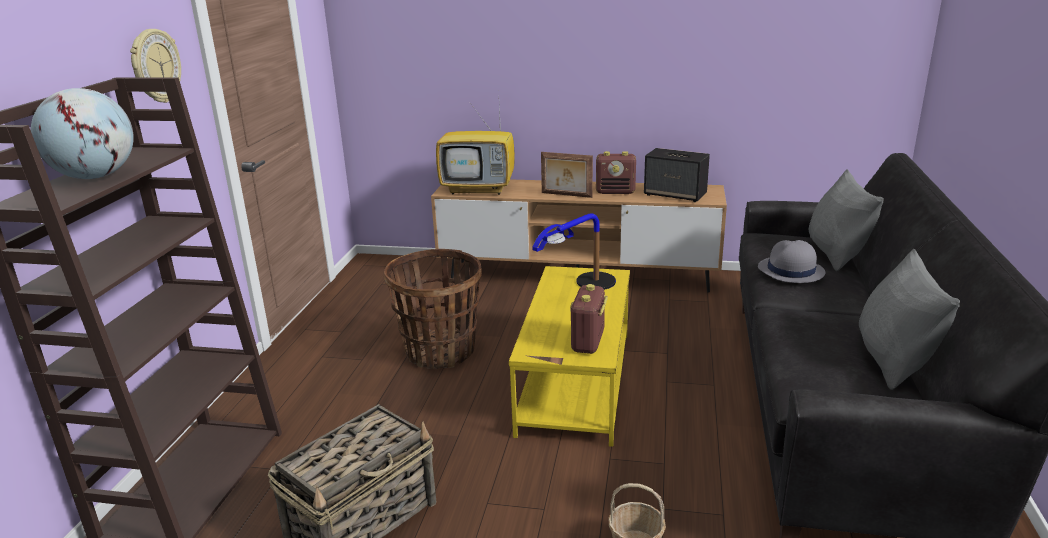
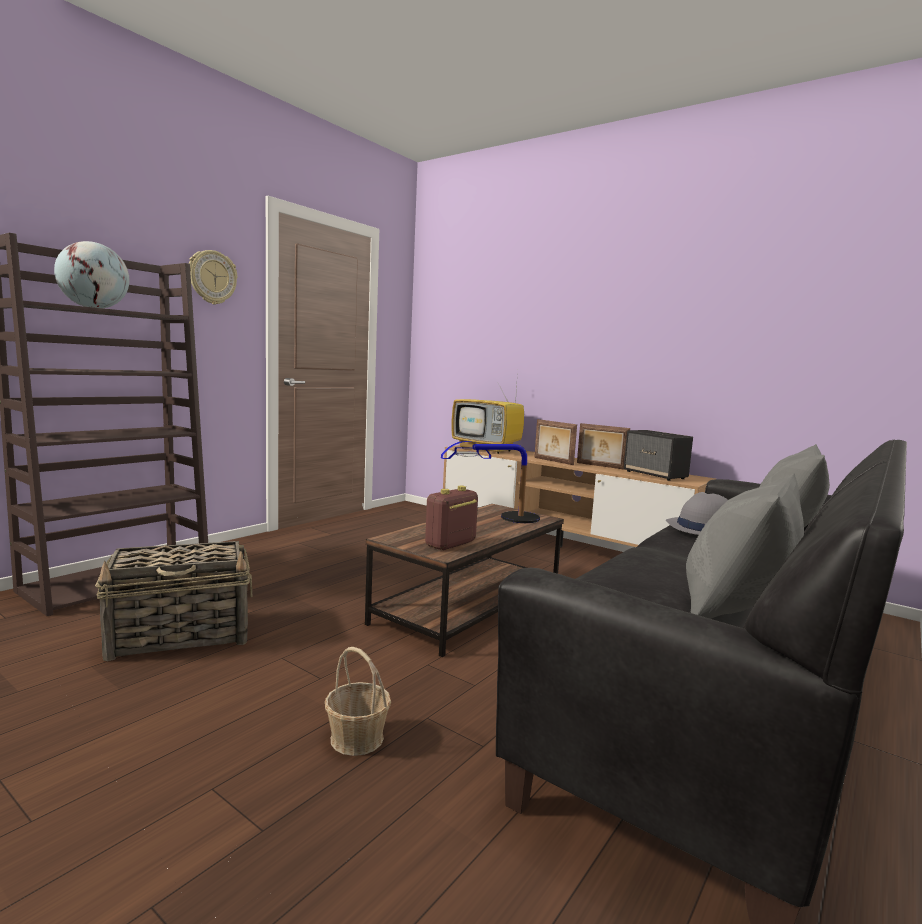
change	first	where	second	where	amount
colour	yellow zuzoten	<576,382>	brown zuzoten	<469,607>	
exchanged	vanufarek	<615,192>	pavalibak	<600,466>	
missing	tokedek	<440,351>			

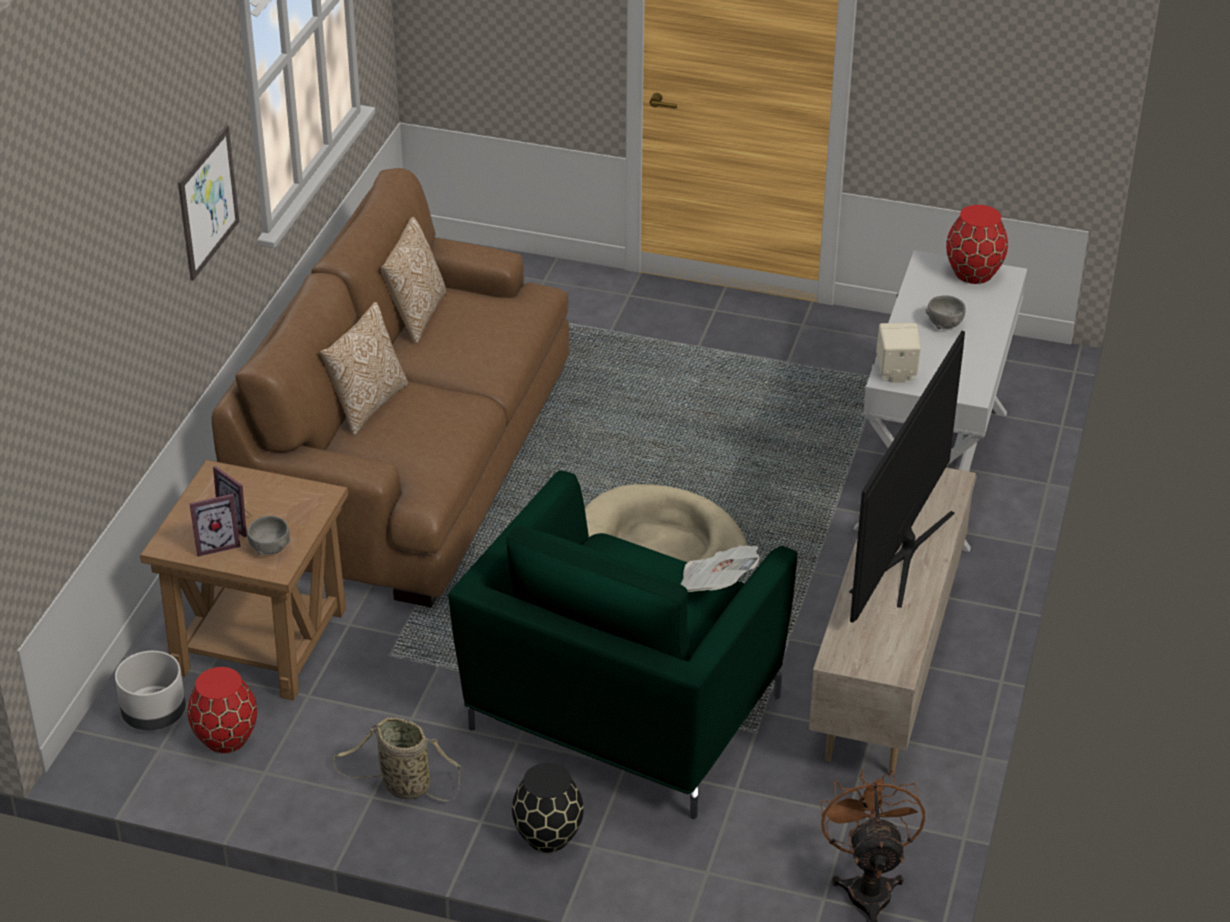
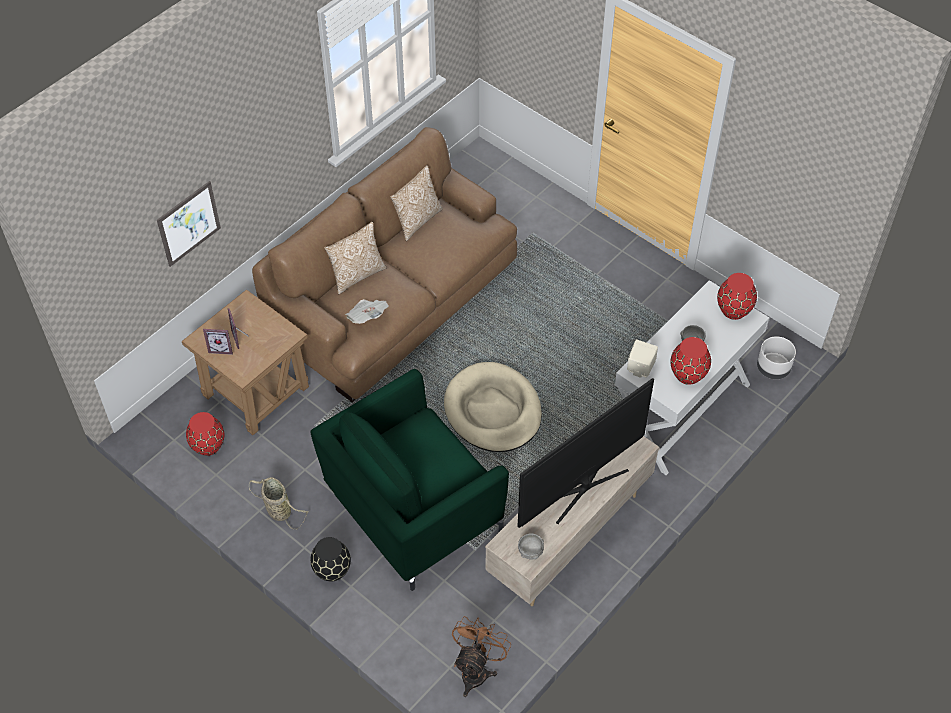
change	first	where	second	where	amount
relocated	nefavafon	<208,202>		<189,223>	
relocated	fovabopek	<716,585>		<367,317>	
relocated	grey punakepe	<270,548>		<530,551>	
appeared			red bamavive	<687,375>	
relocated	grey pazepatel	<154,714>		<773,368>	

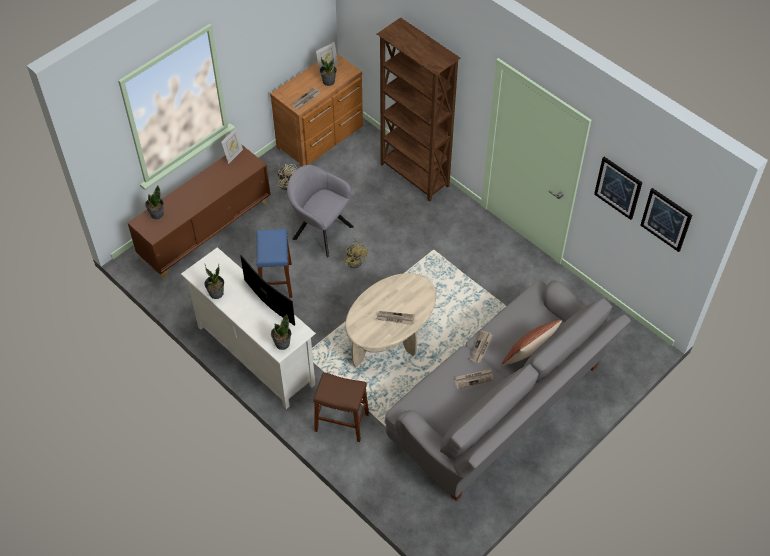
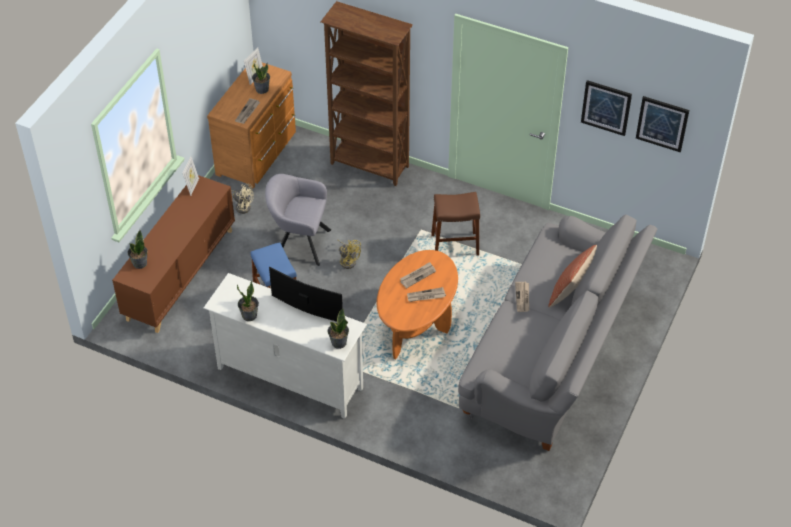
change	first	where	second	where	amount
colour	beige zuzoten	<390,337>	orange zuzoten	<417,322>	
relocated	fovabopek	<473,379>		<417,275>	
relocated	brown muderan	<341,422>		<455,245>	

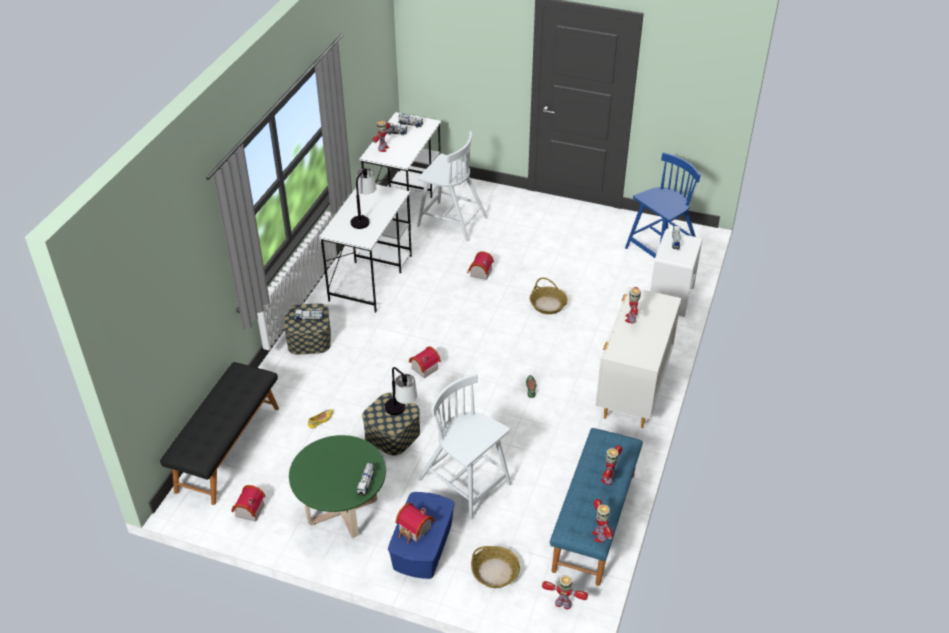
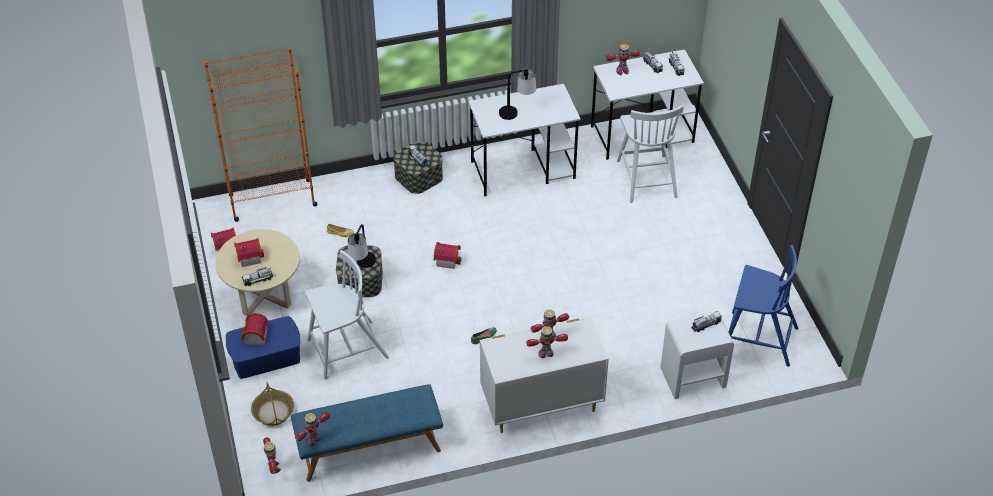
change	first	where	second	where	amount
exchanged	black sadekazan	<227,448>	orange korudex	<272,200>	
colour	green zuzoten	<342,511>	beige zuzoten	<263,295>	
relocated	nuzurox	<479,273>		<248,257>	
spun	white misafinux	<466,483>		<346,350>	60 degrees clockwise
relocated	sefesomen	<608,478>		<546,354>	
missing	tokedek	<548,305>			

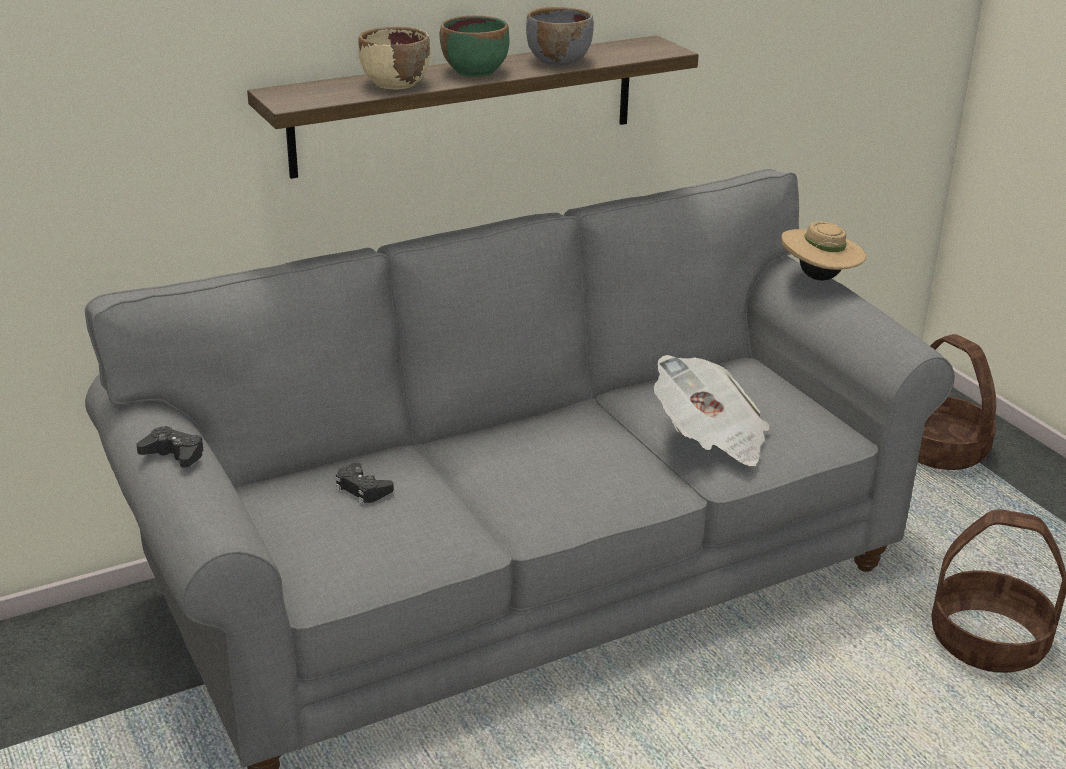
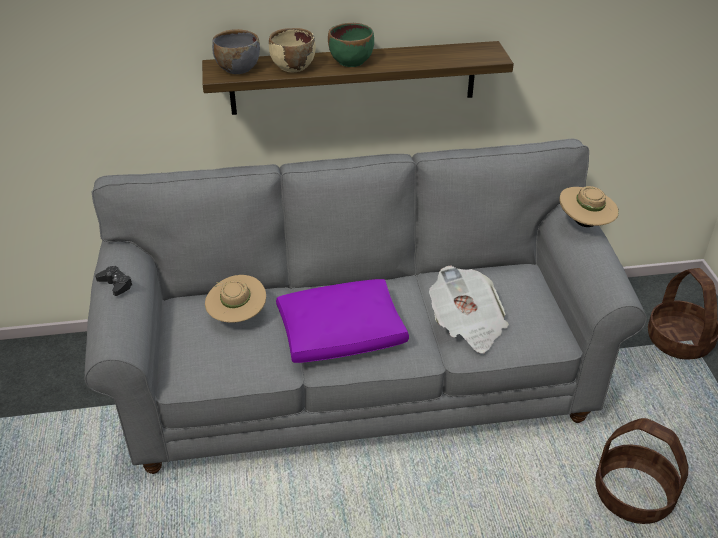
change	first	where	second	where	amount
exchanged	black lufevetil	<362,489>	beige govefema	<237,316>	
relocated	grey punakepe	<558,60>		<237,68>	
appeared			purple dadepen	<342,333>	

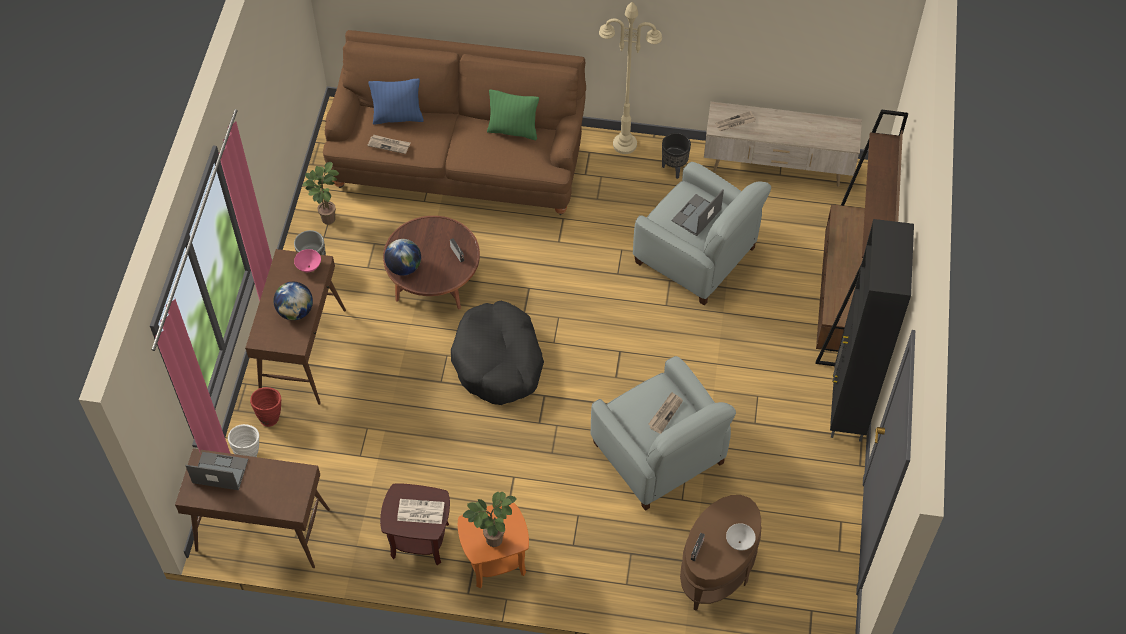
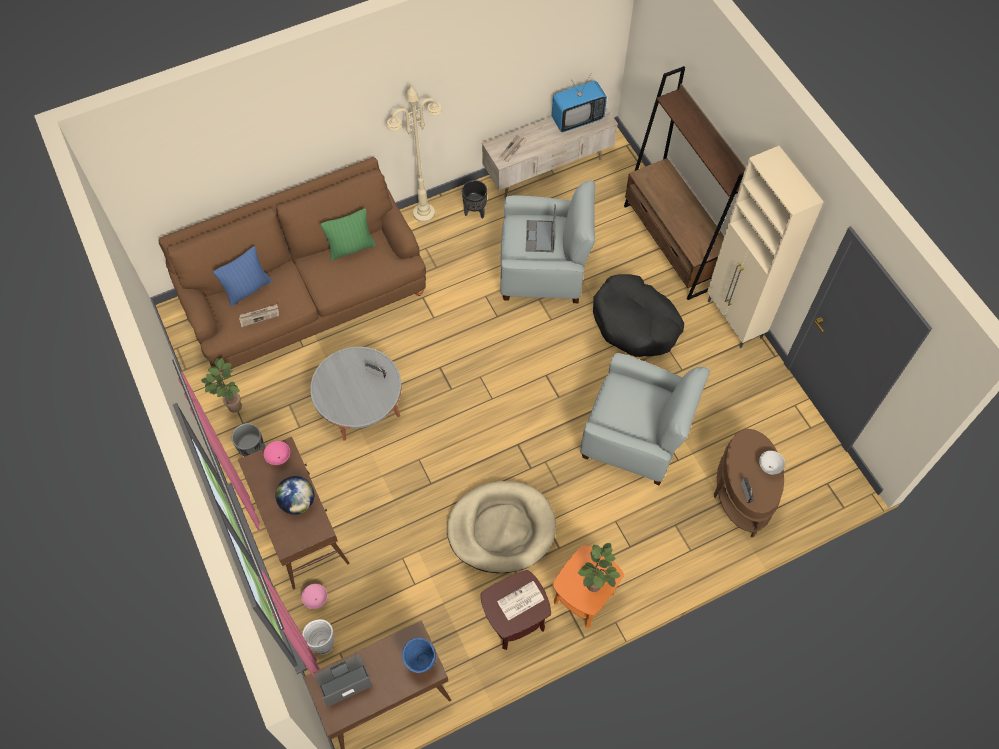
change	first	where	second	where	amount
exchanged	red bamavive	<270,416>	pink punakepe	<315,599>	
colour	brown zuzoten	<434,278>	grey zuzoten	<360,404>	
appeared			blue bamavive	<421,664>	
appeared			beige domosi	<501,529>	
appeared			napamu	<577,119>	
relocated	black domosi	<498,361>		<635,323>	
colour	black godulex	<847,409>	beige godulex	<734,320>	
missing	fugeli	<404,267>			
missing	fovabopek	<665,413>			

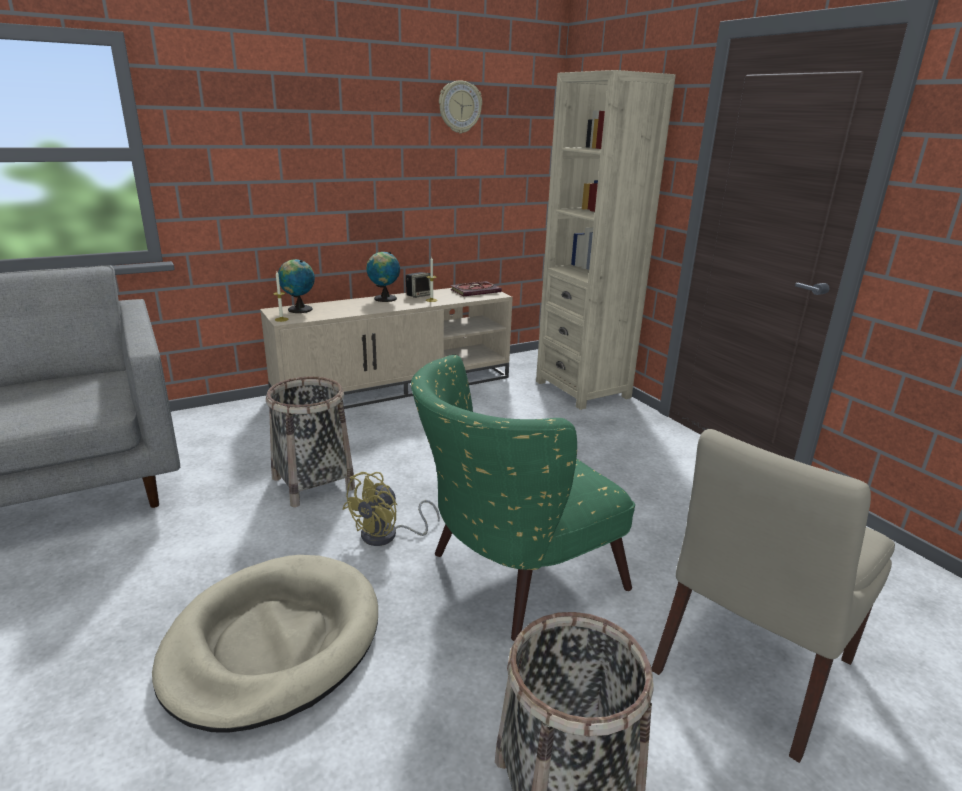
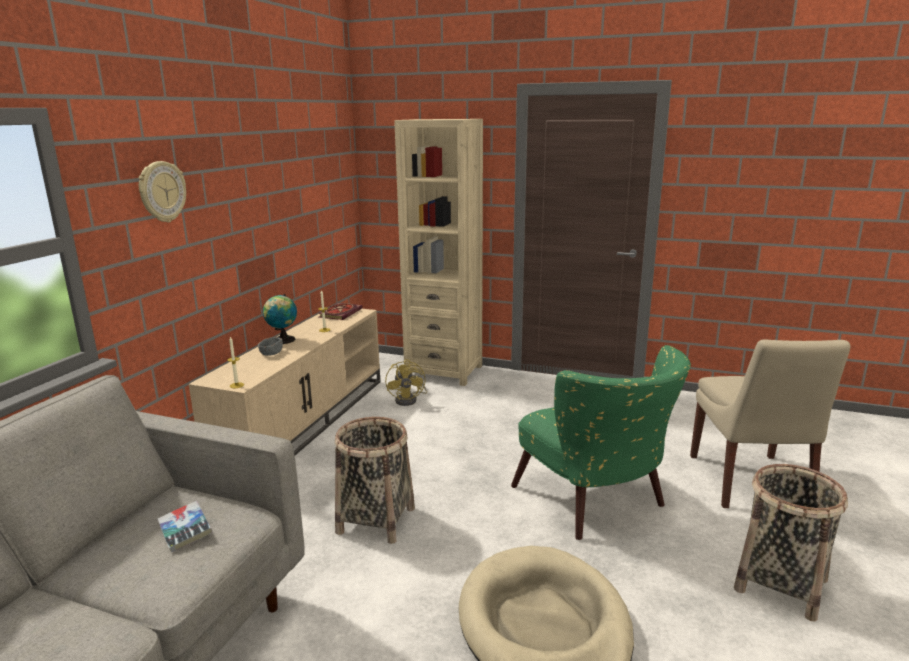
change	first	where	second	where	amount
relocated	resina	<459,107>		<161,192>	
appeared			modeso	<185,531>	
appeared			grey punakepe	<271,353>	
relocated	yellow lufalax	<387,535>		<409,400>	
spun	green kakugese	<510,577>		<597,504>	45 degrees counterclockwise
missing	fugeli	<298,309>			
missing	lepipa	<418,295>			

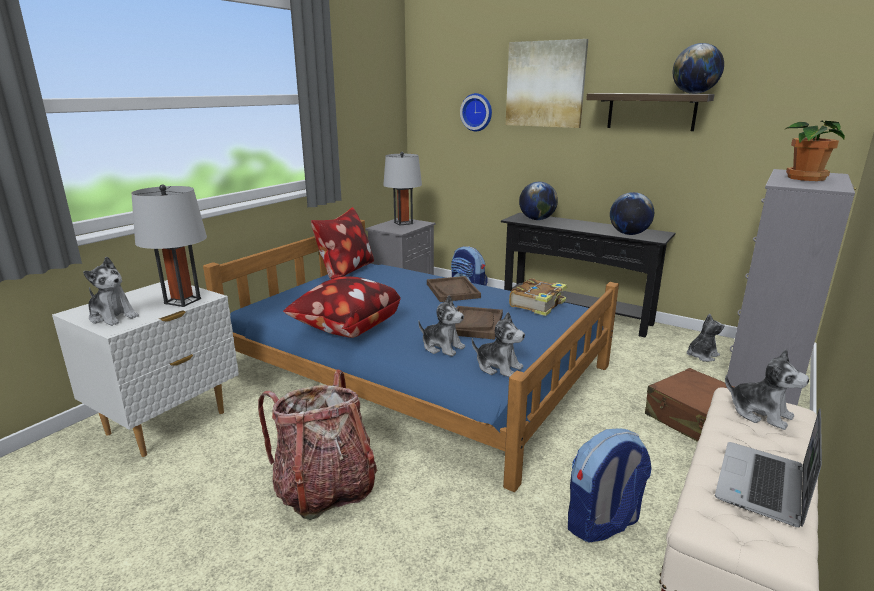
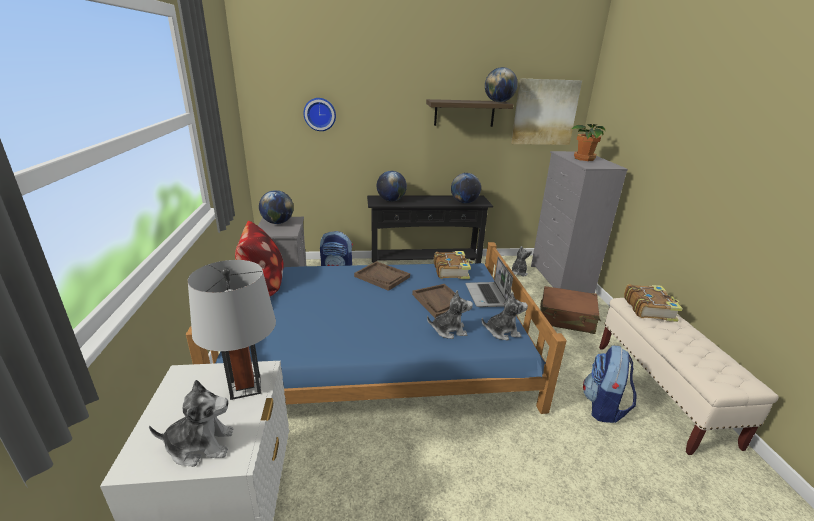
change	first	where	second	where	amount
exchanged	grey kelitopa	<403,223>	fugeli	<278,222>	
relocated	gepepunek	<763,486>		<487,296>	
relocated	nefavafon	<545,84>		<544,112>	
exchanged	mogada	<760,413>	modeso	<649,308>	
missing	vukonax	<325,488>			
missing	dadepen	<345,329>			

